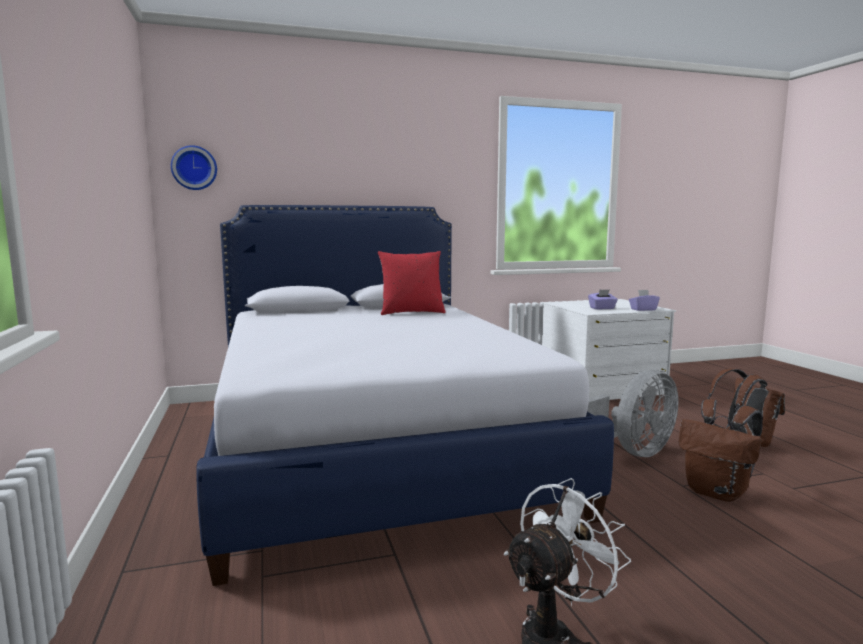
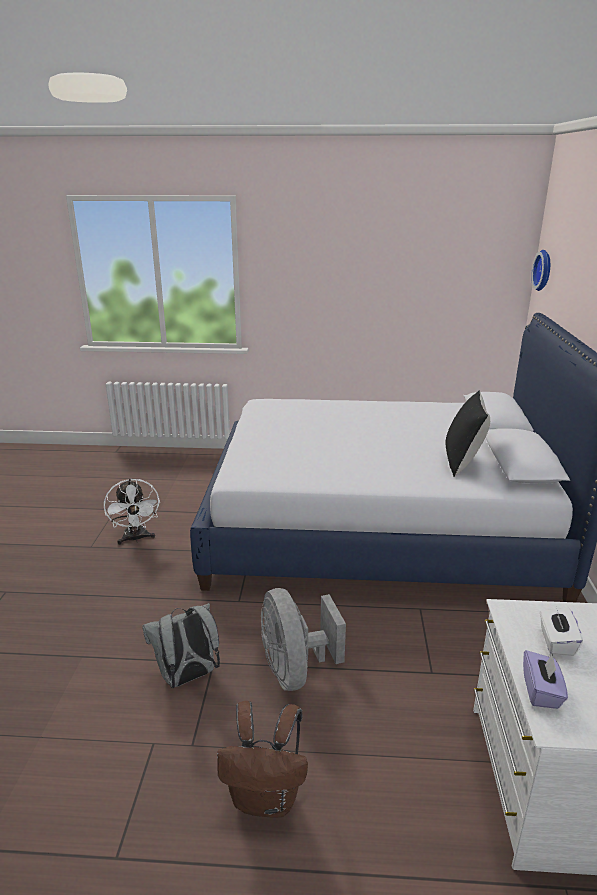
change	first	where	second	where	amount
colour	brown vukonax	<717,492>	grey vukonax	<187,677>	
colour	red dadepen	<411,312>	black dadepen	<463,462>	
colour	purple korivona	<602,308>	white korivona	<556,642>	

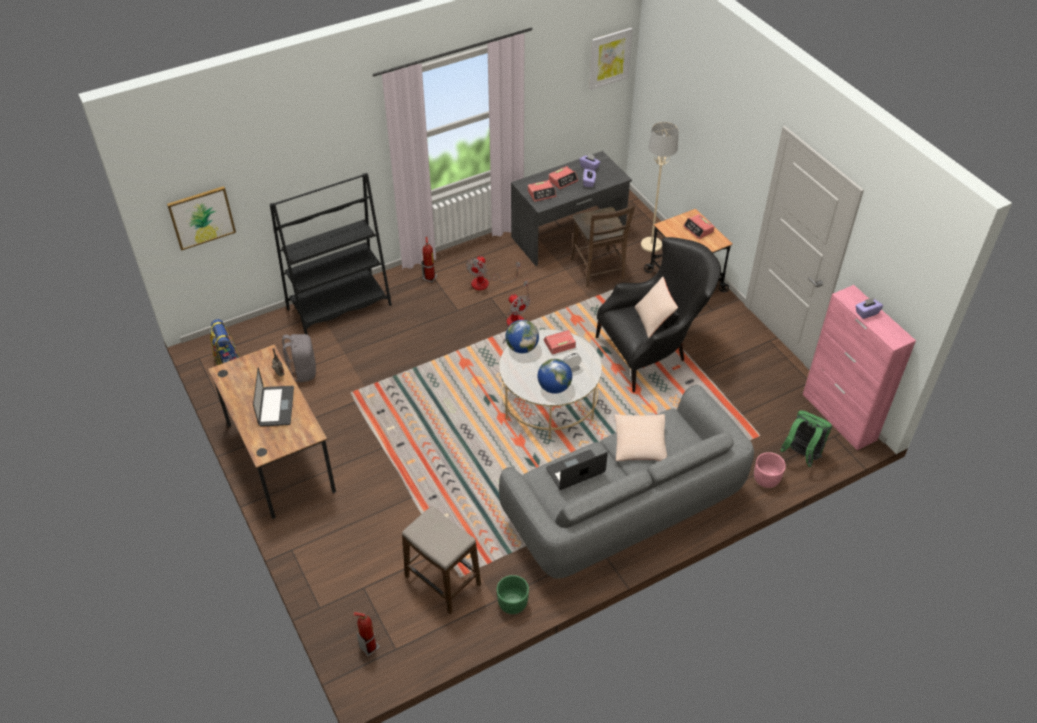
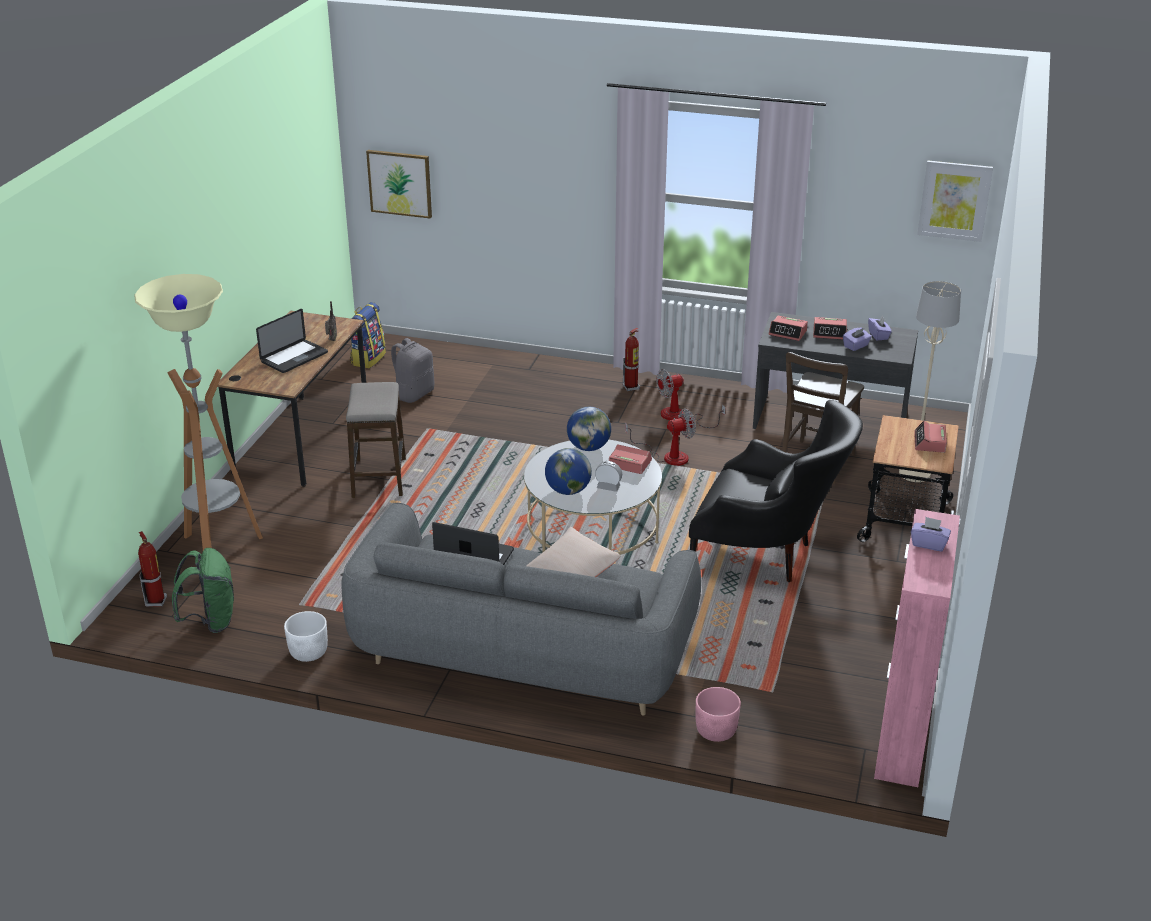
change	first	where	second	where	amount
appeared			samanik	<219,549>	
relocated	green vukonax	<801,455>		<210,621>	
colour	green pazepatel	<512,603>	white pazepatel	<308,652>	
relocated	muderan	<443,580>		<379,477>	
spun	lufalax	<517,317>		<667,456>	120 degrees counterclockwise
missing	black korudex	<339,307>			
missing	beige dadepen	<654,320>			

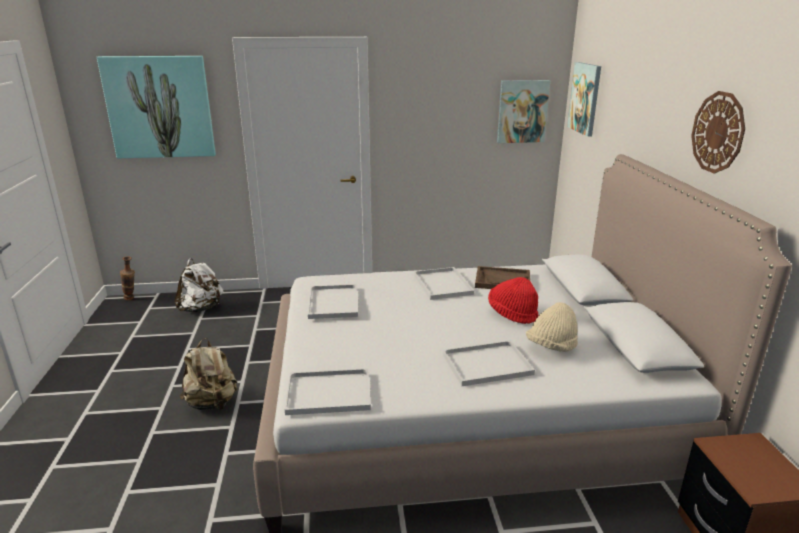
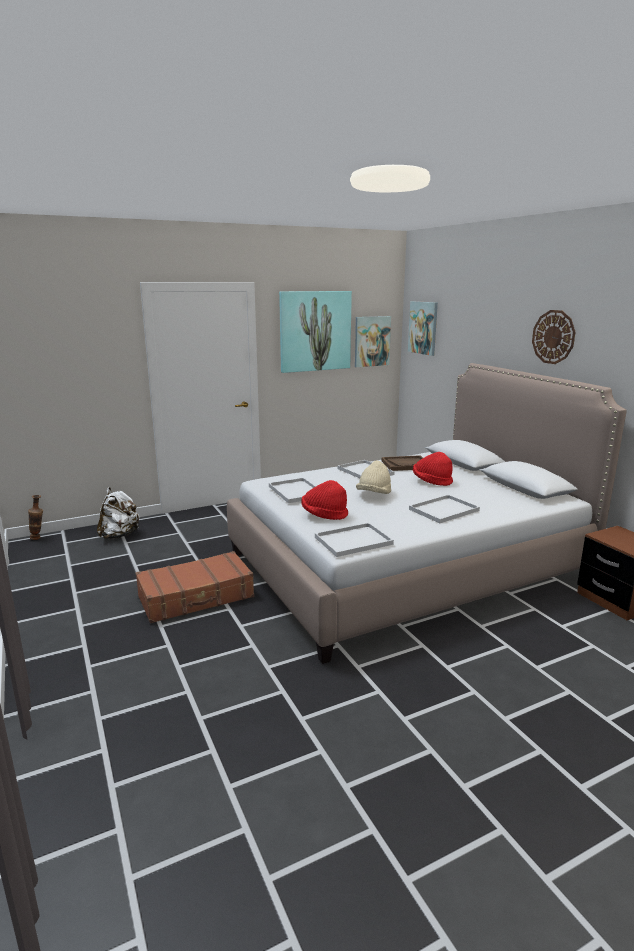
change	first	where	second	where	amount
exchanged	beige vukonax	<212,403>	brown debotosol	<196,597>	
relocated	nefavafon	<160,107>		<315,331>	
appeared			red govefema	<324,515>	
relocated	beige govefema	<551,347>		<374,494>	

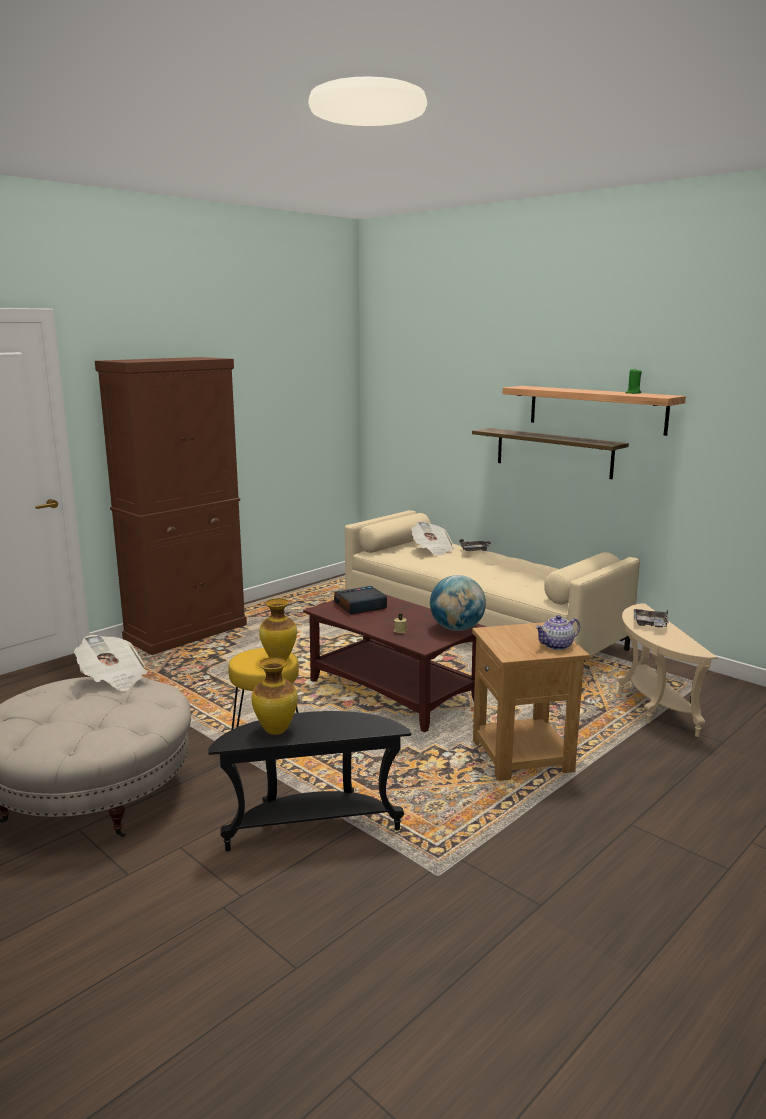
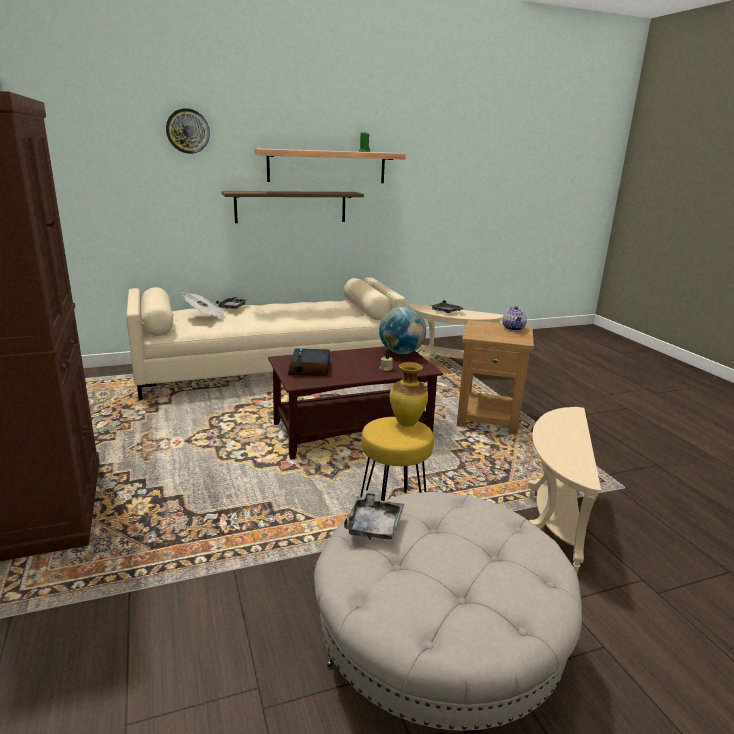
change	first	where	second	where	amount
appeared			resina	<187,131>	
exchanged	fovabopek	<113,679>	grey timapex	<374,524>	
colour	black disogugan	<312,827>	beige disogugan	<552,522>	
missing	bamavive	<276,730>			

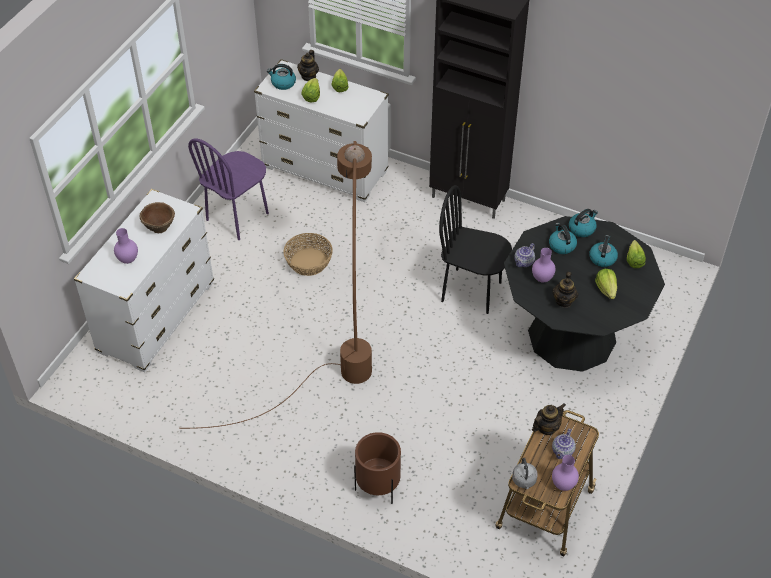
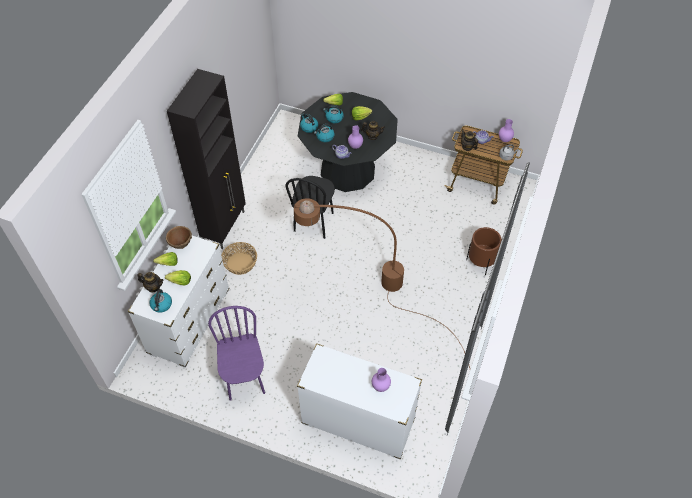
change	first	where	second	where	amount
relocated	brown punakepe	<159,227>		<180,244>	
spun	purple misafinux	<237,217>		<244,379>	135 degrees counterclockwise
relocated	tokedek	<308,262>		<240,263>	

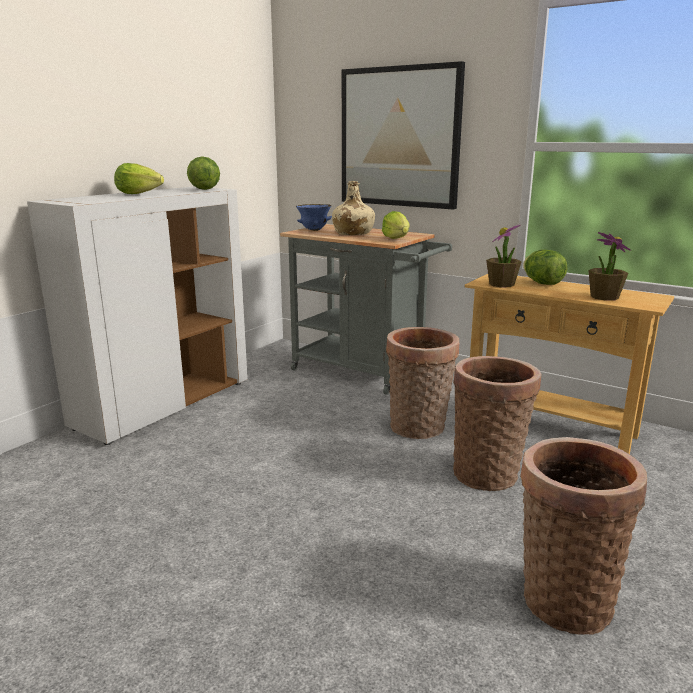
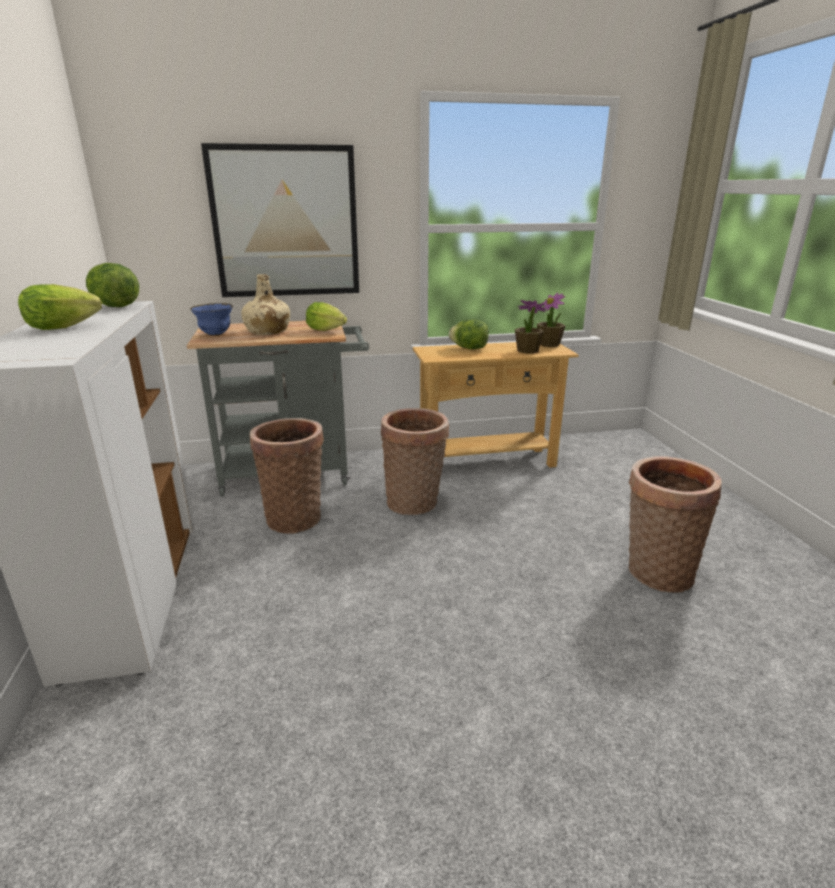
change	first	where	second	where	amount
relocated	tokedek	<488,472>		<295,516>	
relocated	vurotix	<501,284>		<549,344>	

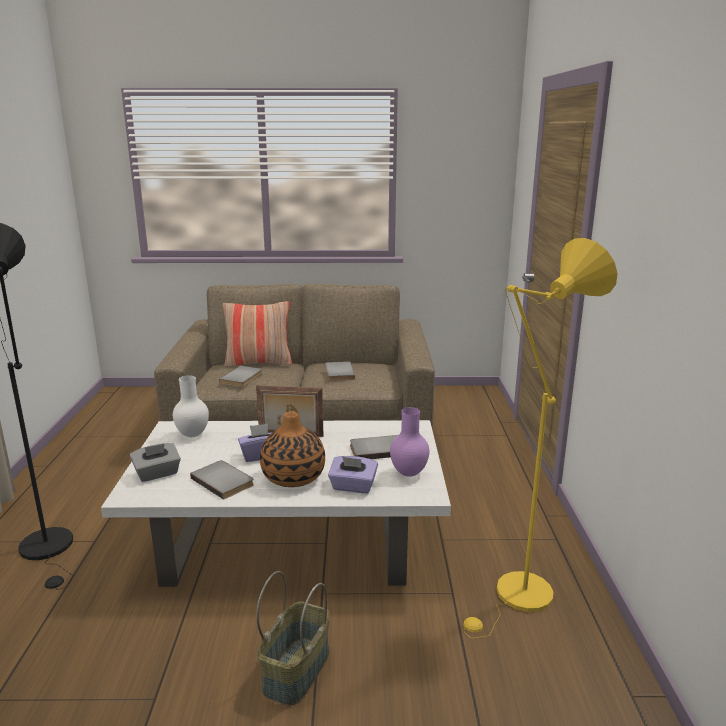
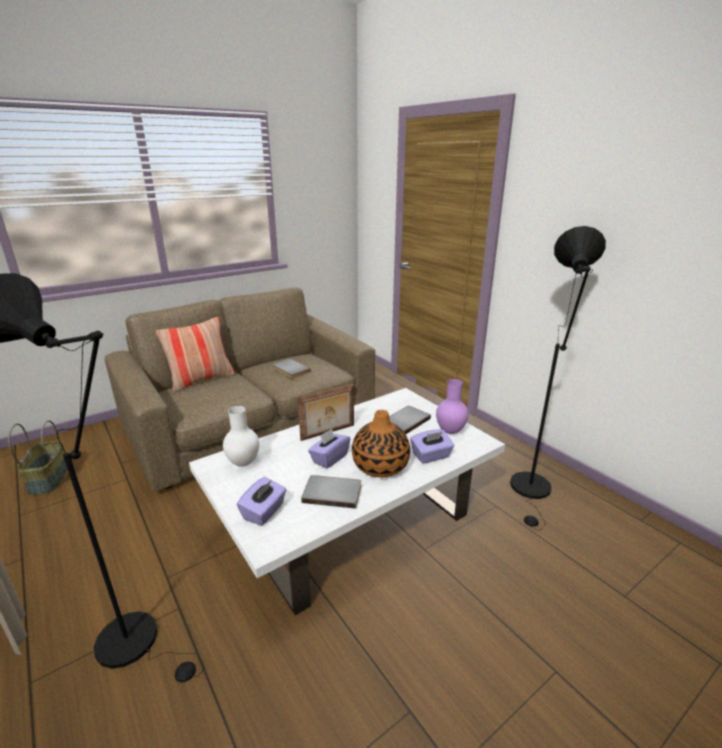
change	first	where	second	where	amount
relocated	tokedek	<296,670>		<48,479>	
colour	grey korivona	<157,474>	purple korivona	<264,512>	
colour	yellow samanik	<518,598>	black samanik	<532,491>	
missing	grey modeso	<243,378>			

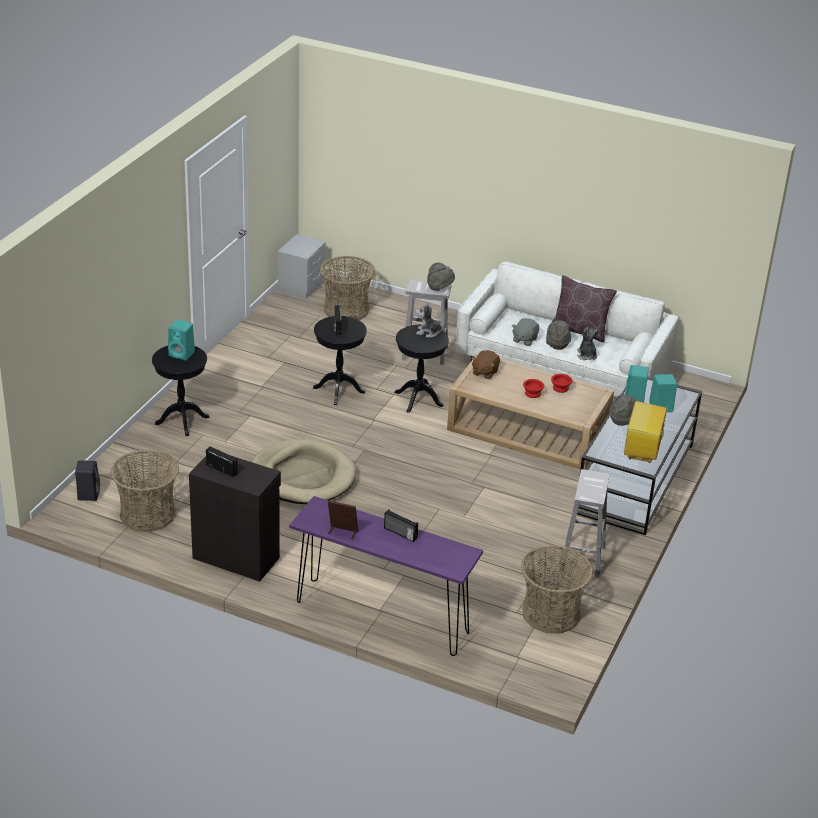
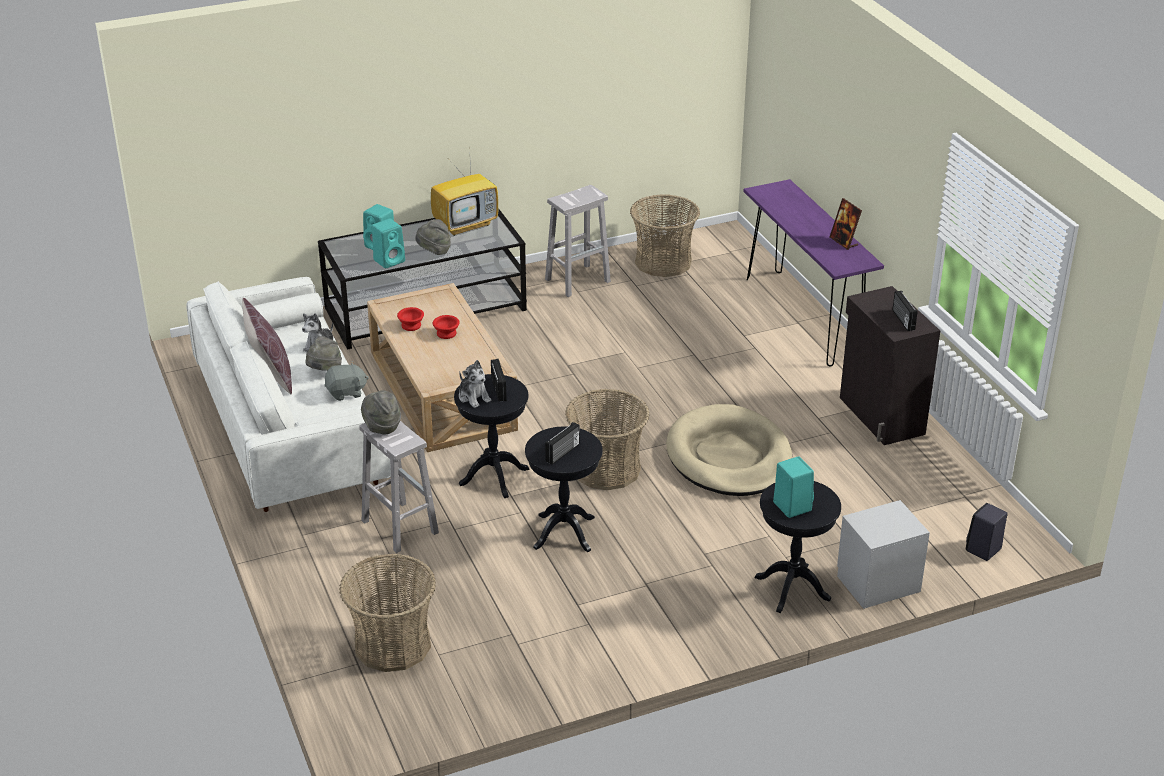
change	first	where	second	where	amount
relocated	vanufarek	<400,533>		<499,389>	
relocated	tokedek	<147,514>		<606,469>	
relocated	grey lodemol	<301,286>		<878,583>	
missing	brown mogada	<484,372>			

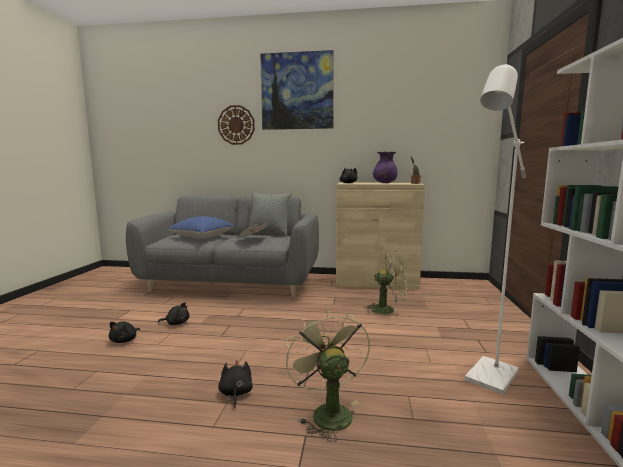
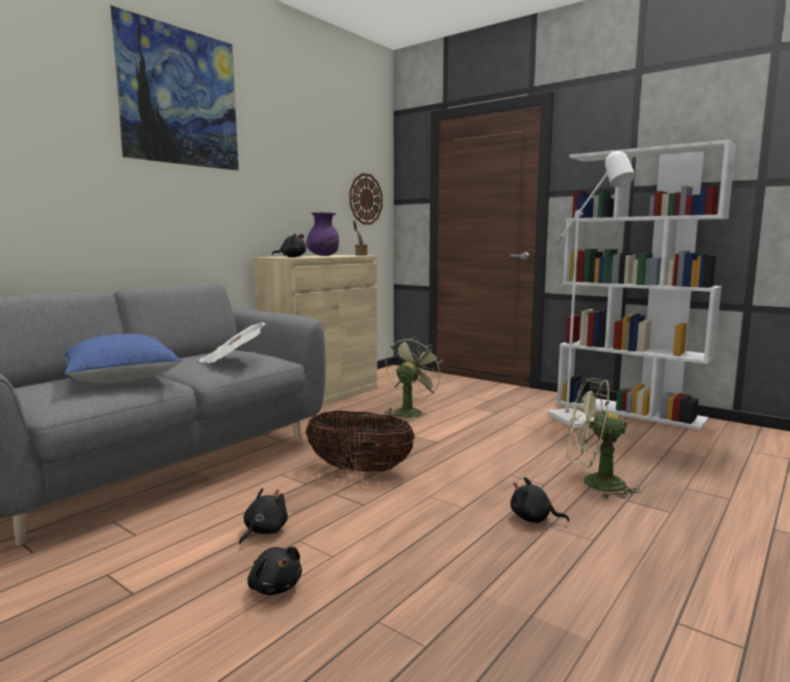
change	first	where	second	where	amount
appeared			tokedek	<359,469>	
relocated	resina	<236,125>		<365,199>	
missing	grey dadepen	<269,234>			

